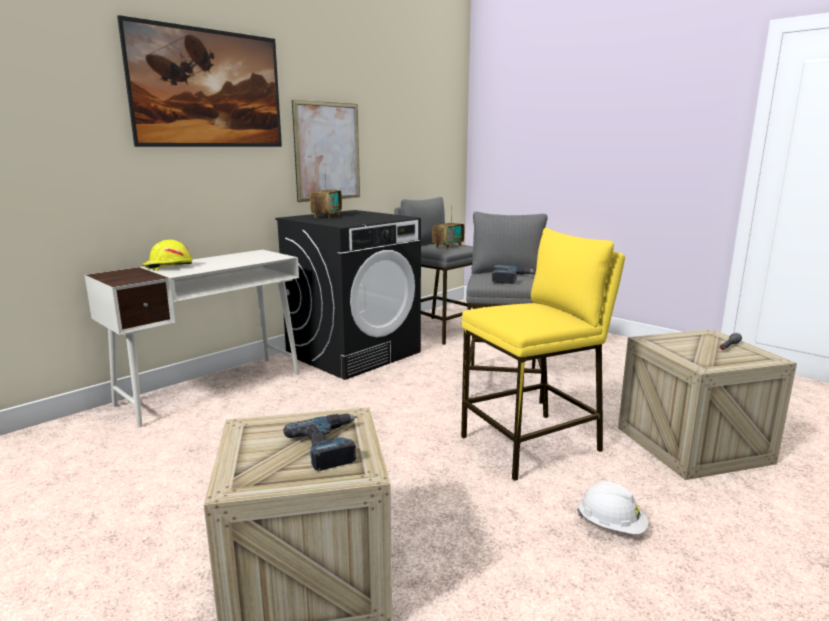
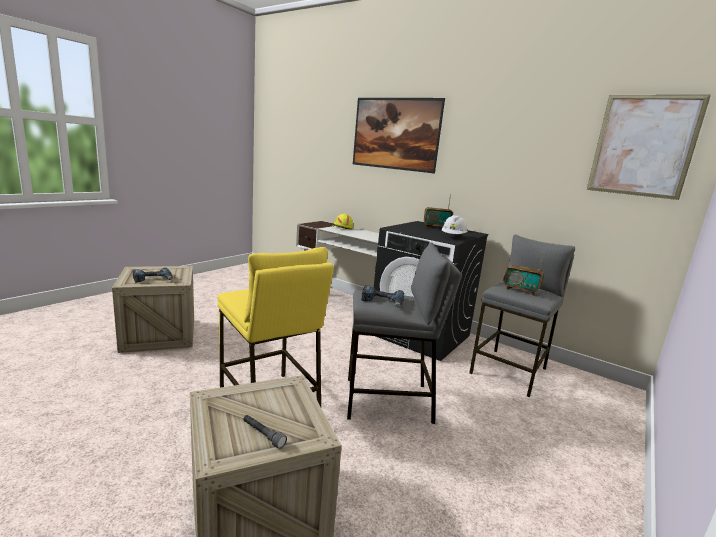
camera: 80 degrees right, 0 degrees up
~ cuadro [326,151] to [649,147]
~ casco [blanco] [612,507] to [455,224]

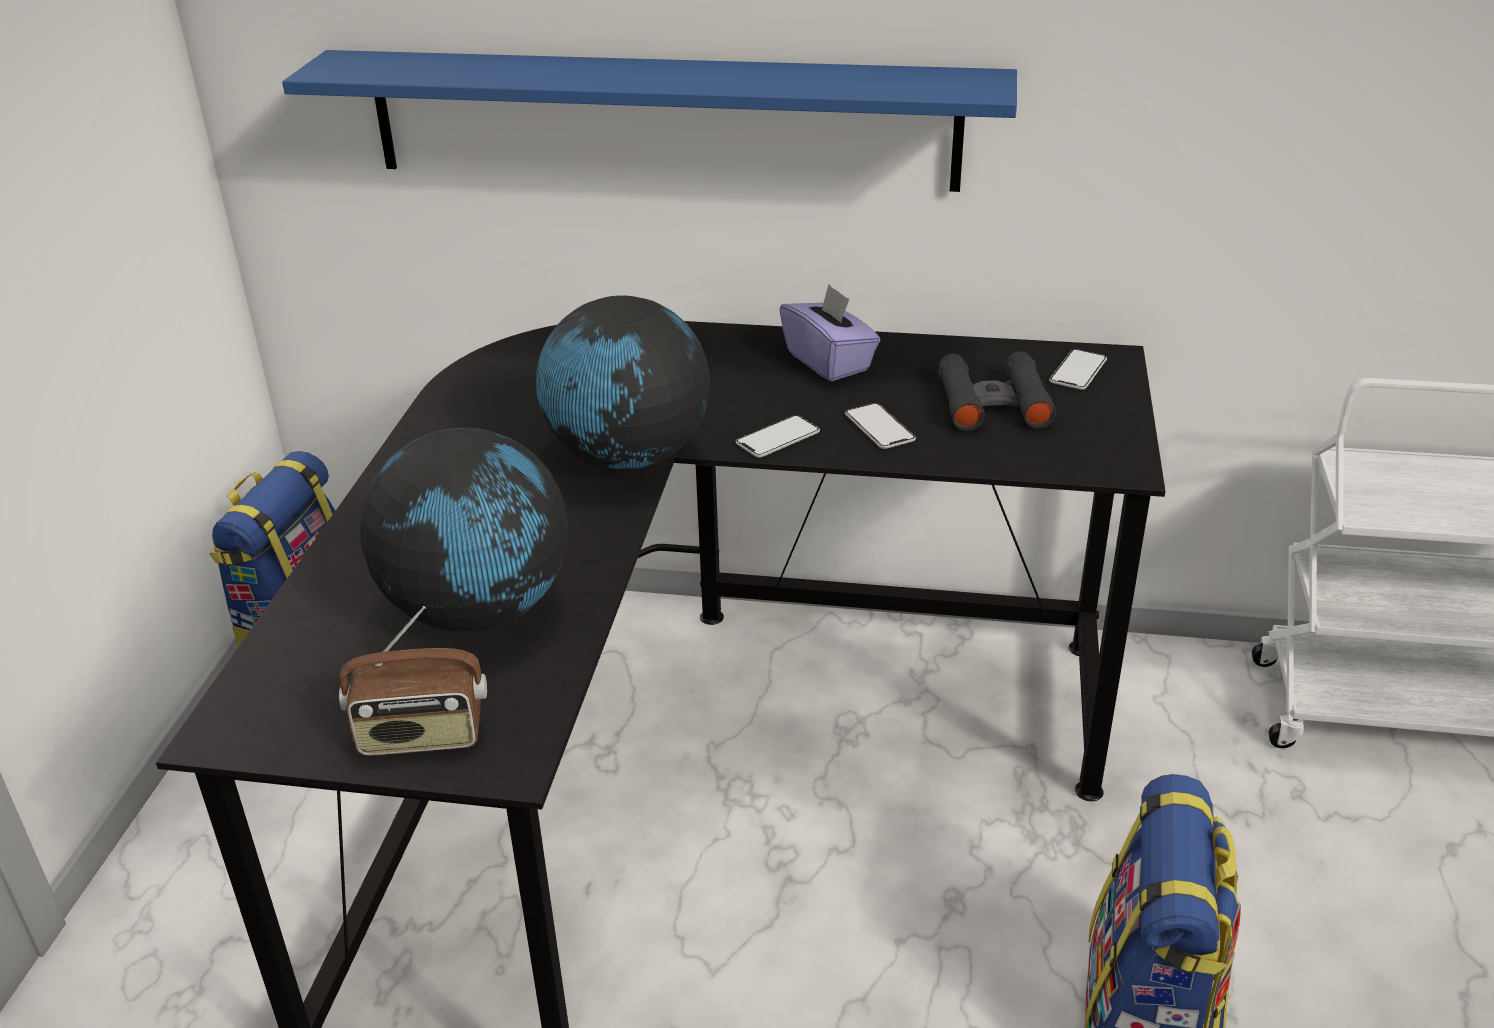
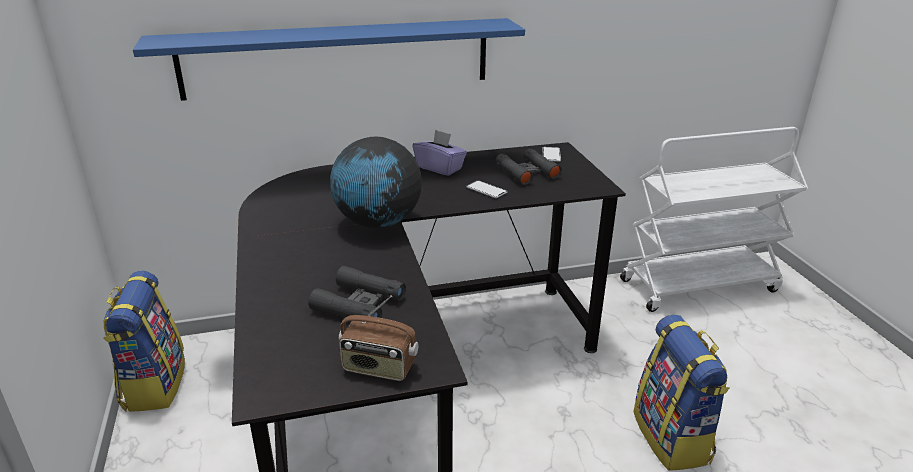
camera: 25 degrees left, 5 degrees down
- móvil [778,436]
~ globo terráqueo [464,529] to prismáticos [negro] [357,292]
~ radio [413,681] = [378,338] 45 degrees clockwise

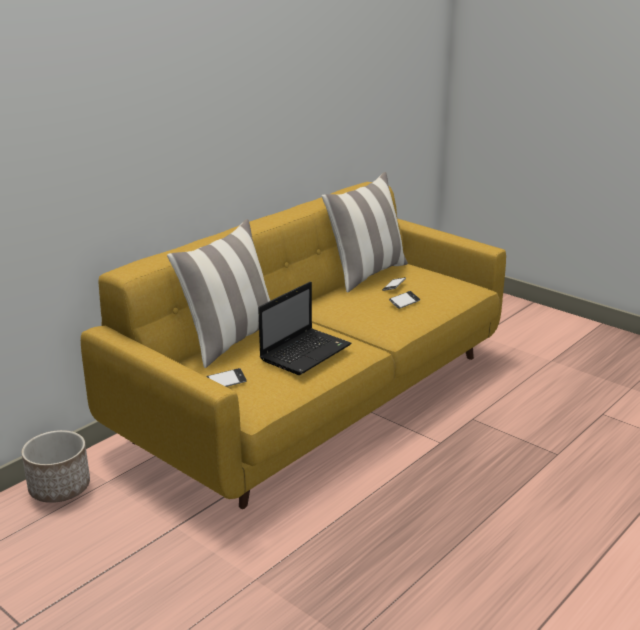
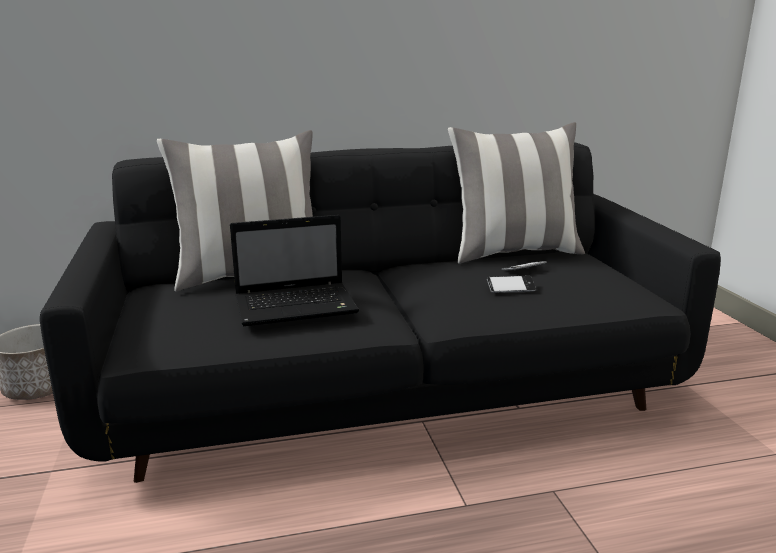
camera: 35 degrees right, 5 degrees down
~ sofá [amarillo] [293,345] to sofá [negro] [380,312]
- móvil [227,377]

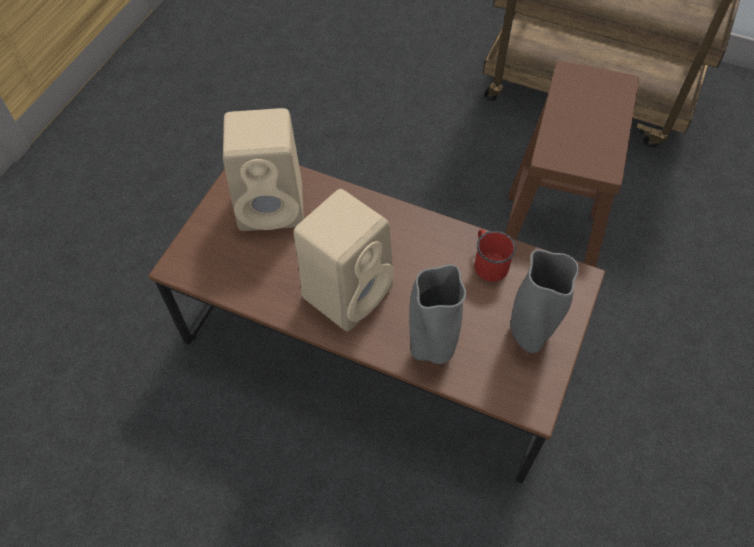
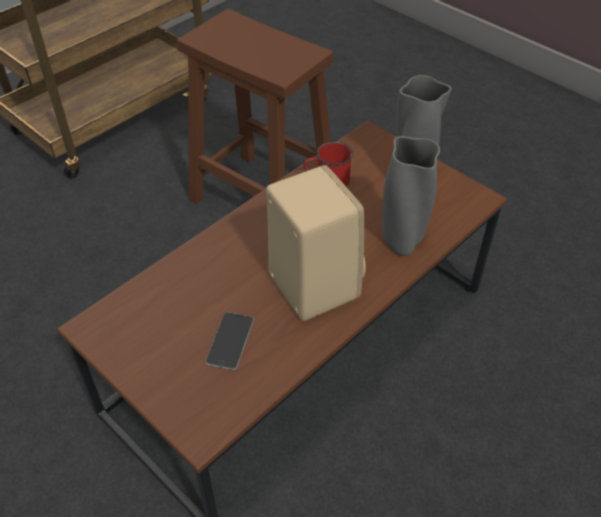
camera: 70 degrees left, 10 degrees down
- altavoz [beis] [263,169]
+ móvil [230,341]

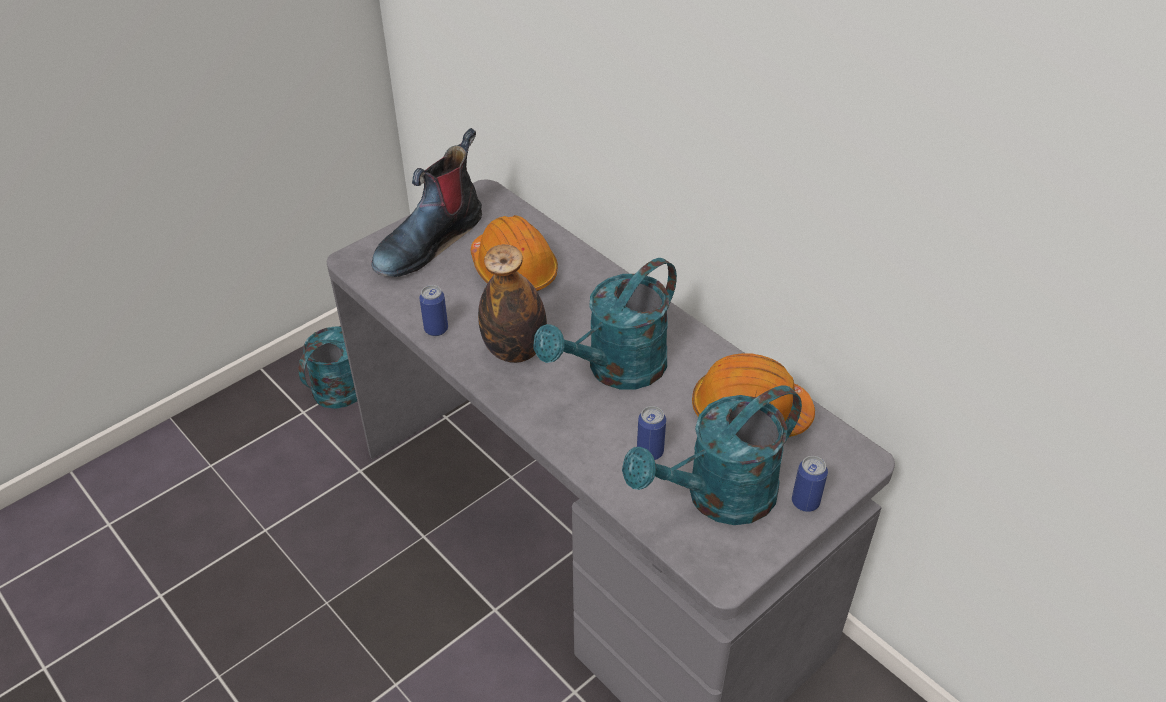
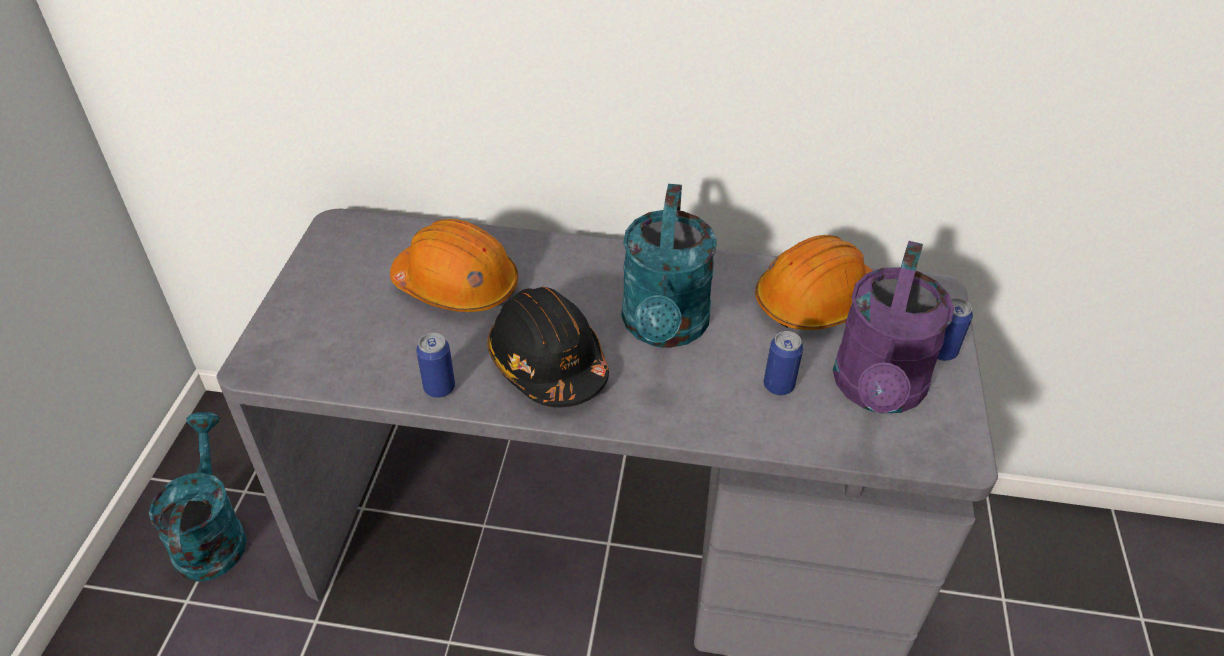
camera: 40 degrees left, 0 degrees up
- bota [426,202]
~ botella [512,303] to casco [negro] [548,347]
~ regadera [turquesa] [712,455] to regadera [morado] [893,327]

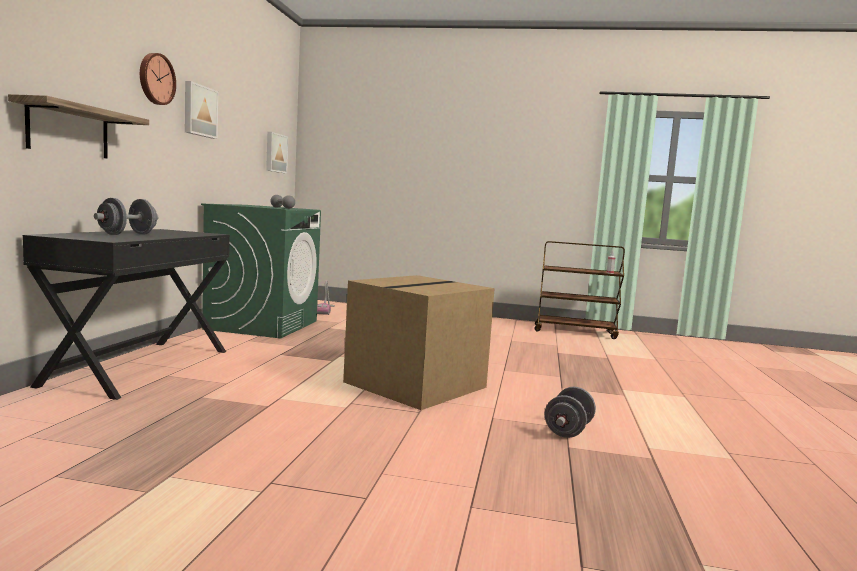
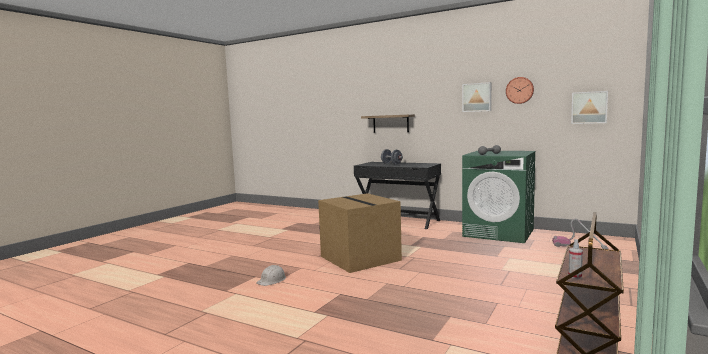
camera: 110 degrees right, 0 degrees up
~ reloj de pared [158,79] to [520,90]
~ mancuerna [gris] [570,412] to casco [blanco] [271,275]

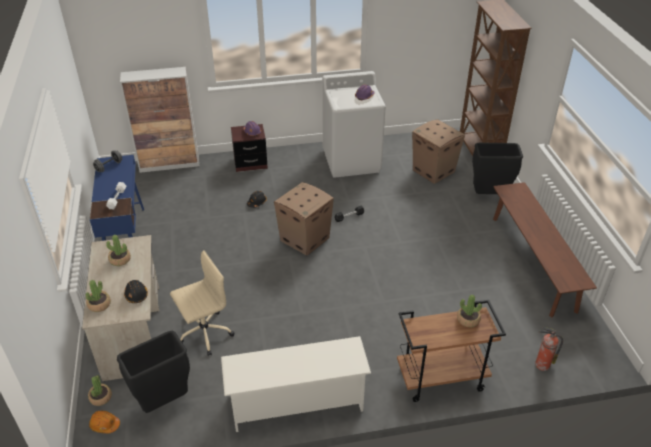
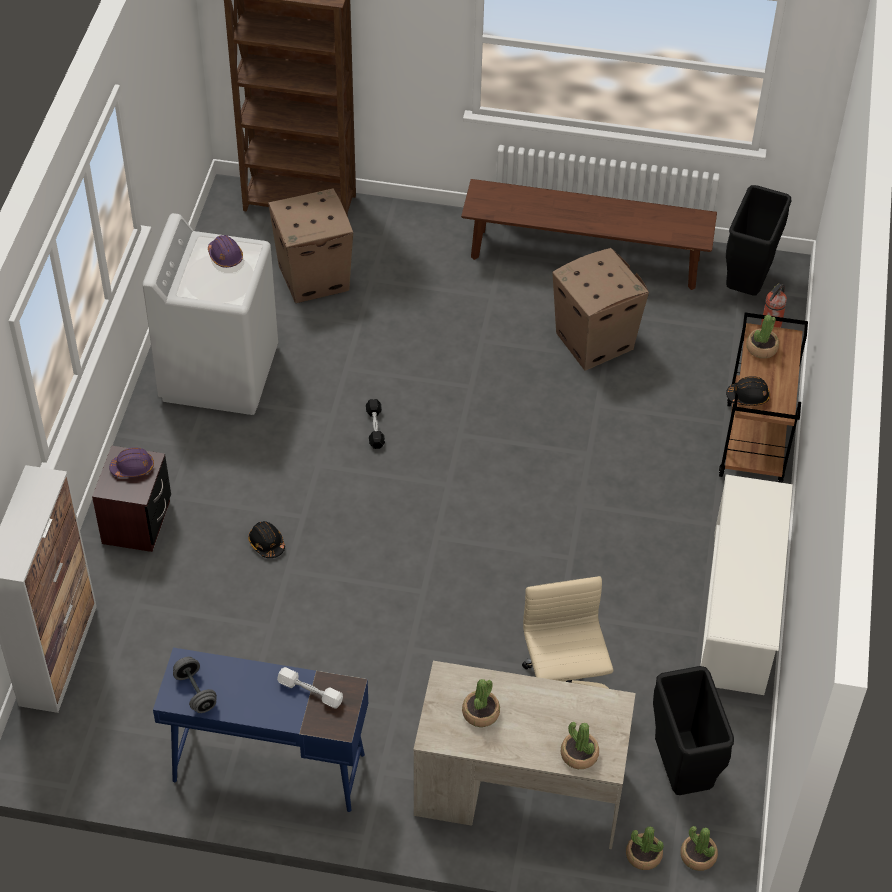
camera: 70 degrees left, 10 degrees up
~ papelera [negro] [497,168] to [758,240]
~ caja de cartón [304,219] to [600,309]
~ casco [negro] [136,291] to [748,391]
~ casco [naranja] [104,422] to planta en maceta [699,848]

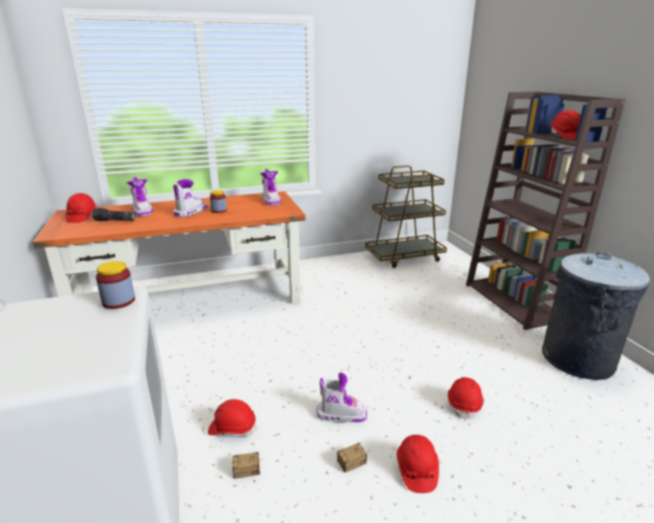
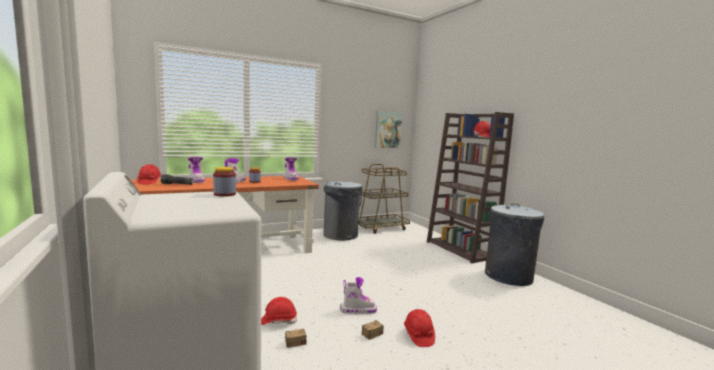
camera: 10 degrees left, 15 degrees down
- casco [rojo] [466,399]
+ cuadro [389,129]
+ papelera [gris] [343,211]

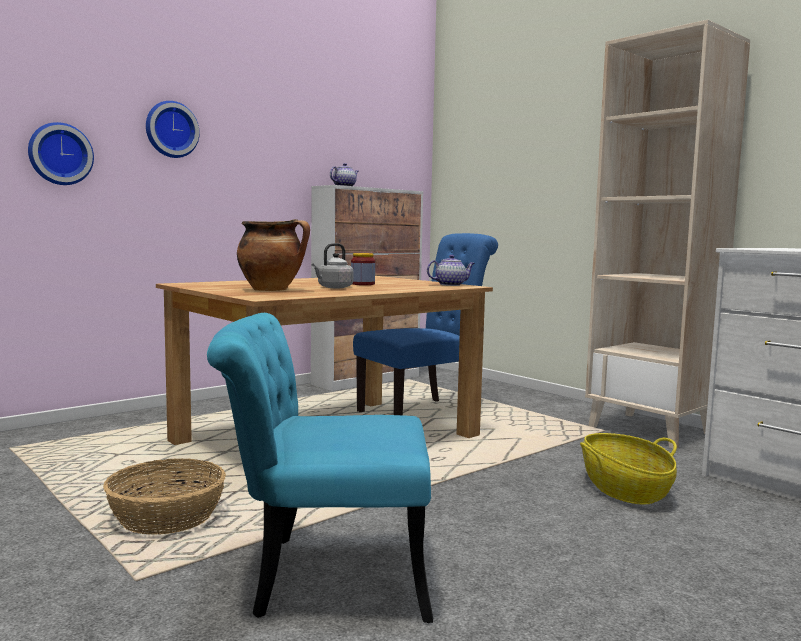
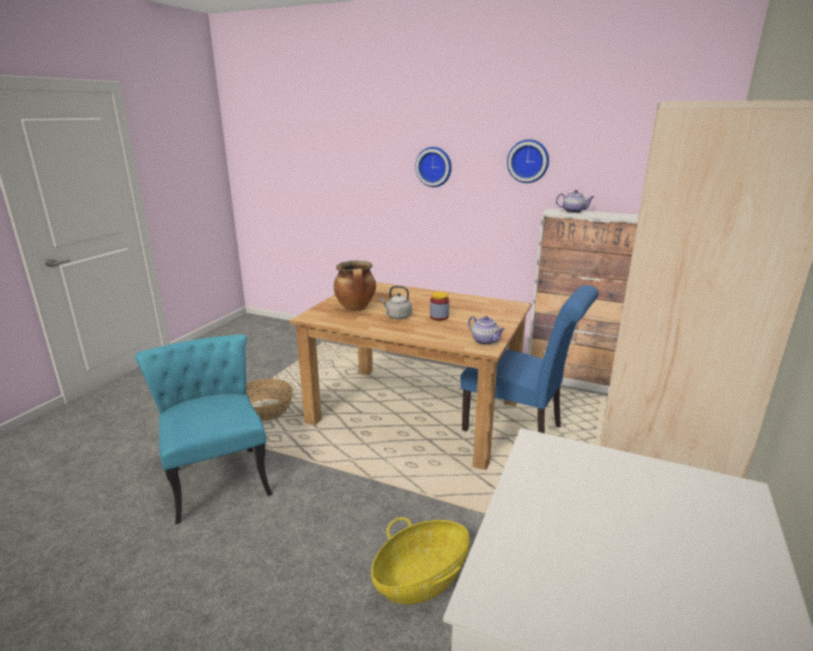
camera: 65 degrees right, 15 degrees up
~ reloj de pared [61,153] to [528,161]

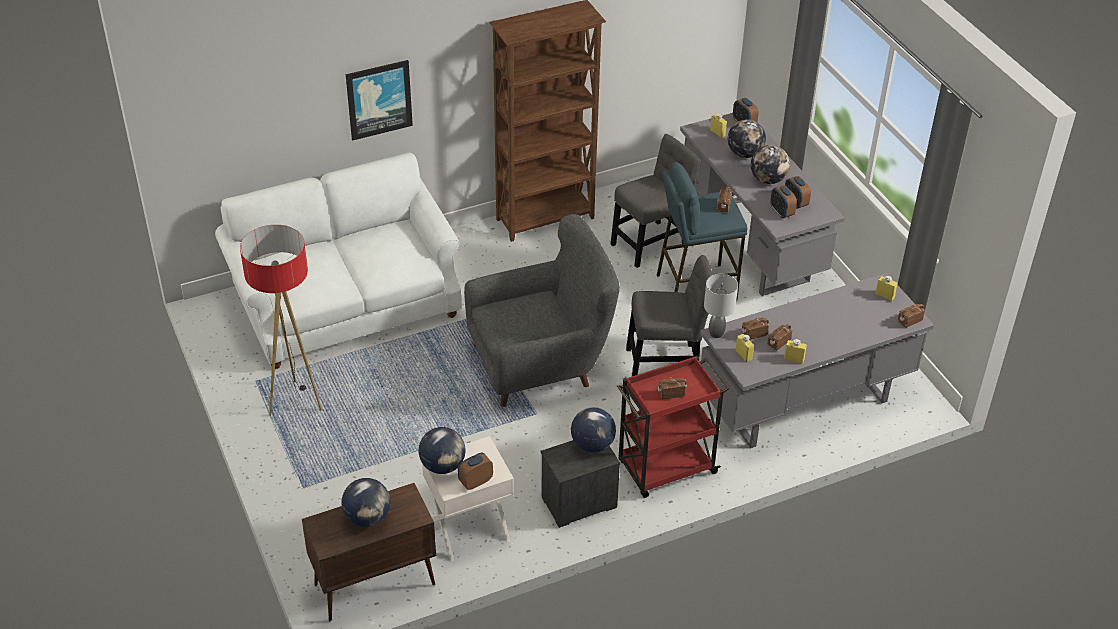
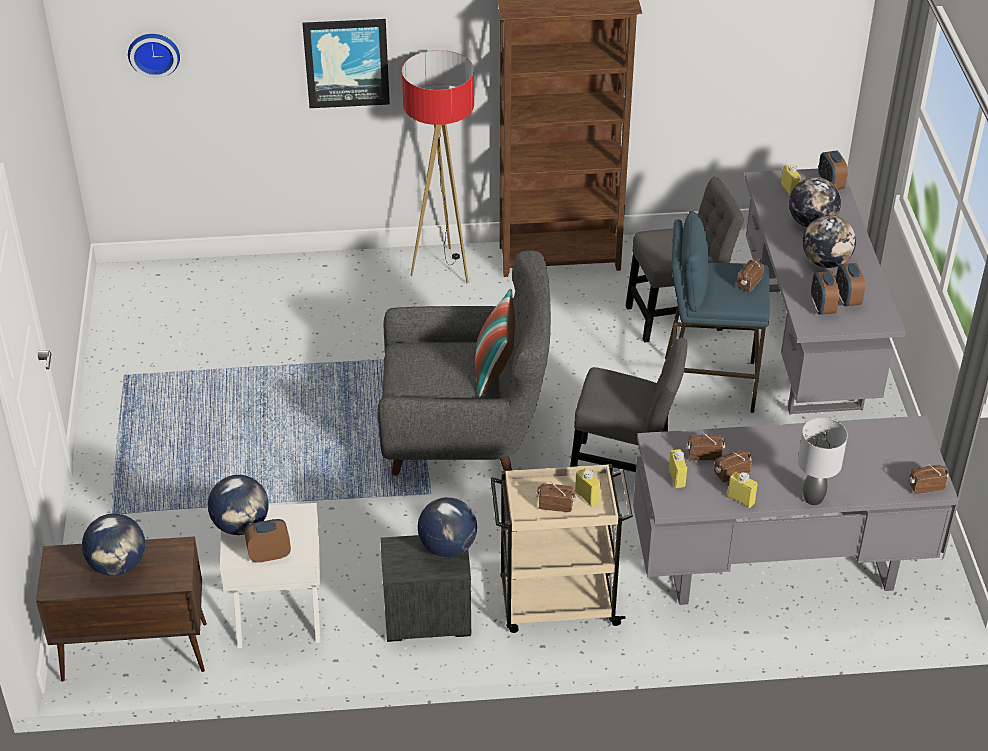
camera: 20 degrees right, 0 degrees up
- sofá [blanco] [338,261]
~ lámpara de pie [281,320] to [438,167]
~ lámpara de mesa [gris] [721,306] to [823,461]
~ botella [amarillo] [886,288] to [587,487]
~ carrito [rojo] [673,426] to carrito [beis] [562,548]
+ reloj de pared [154,56]
+ cojín [495,343]

